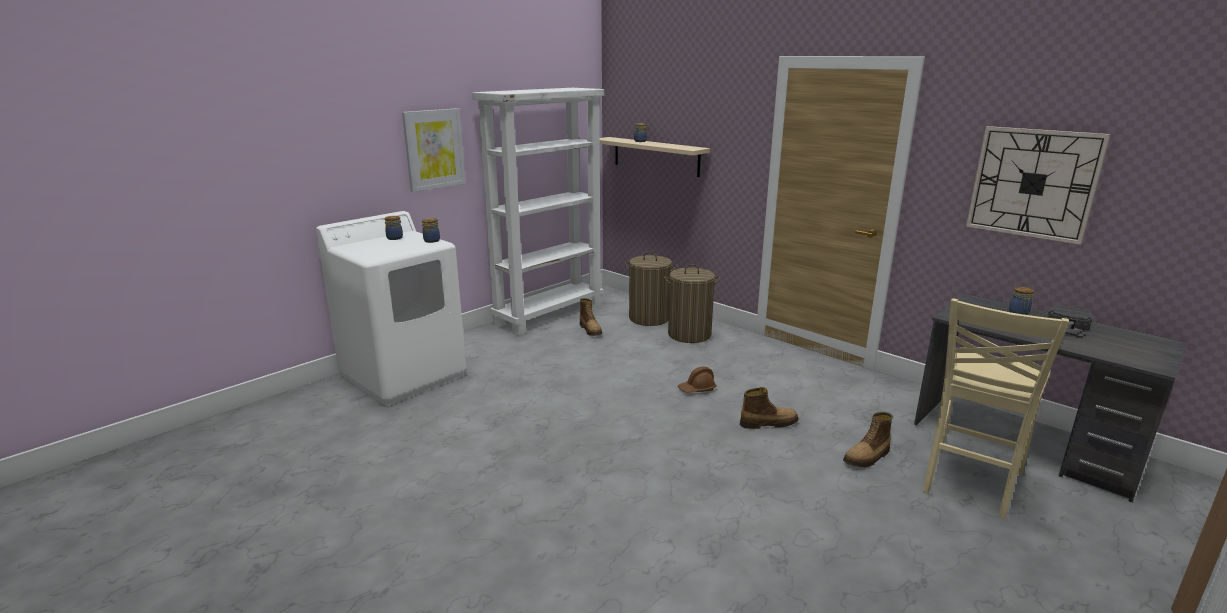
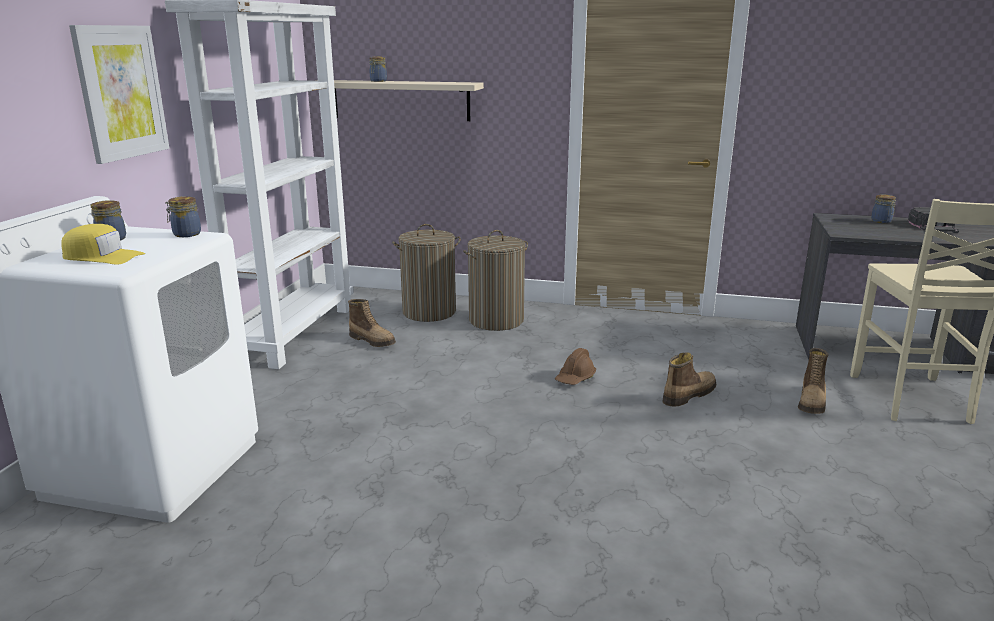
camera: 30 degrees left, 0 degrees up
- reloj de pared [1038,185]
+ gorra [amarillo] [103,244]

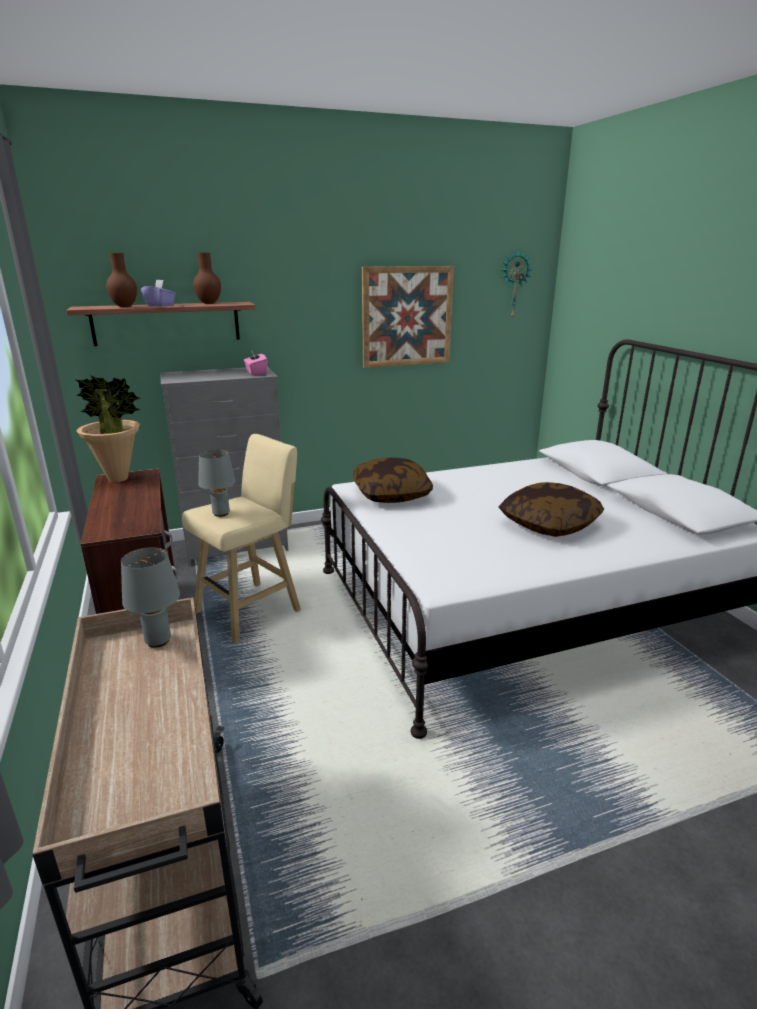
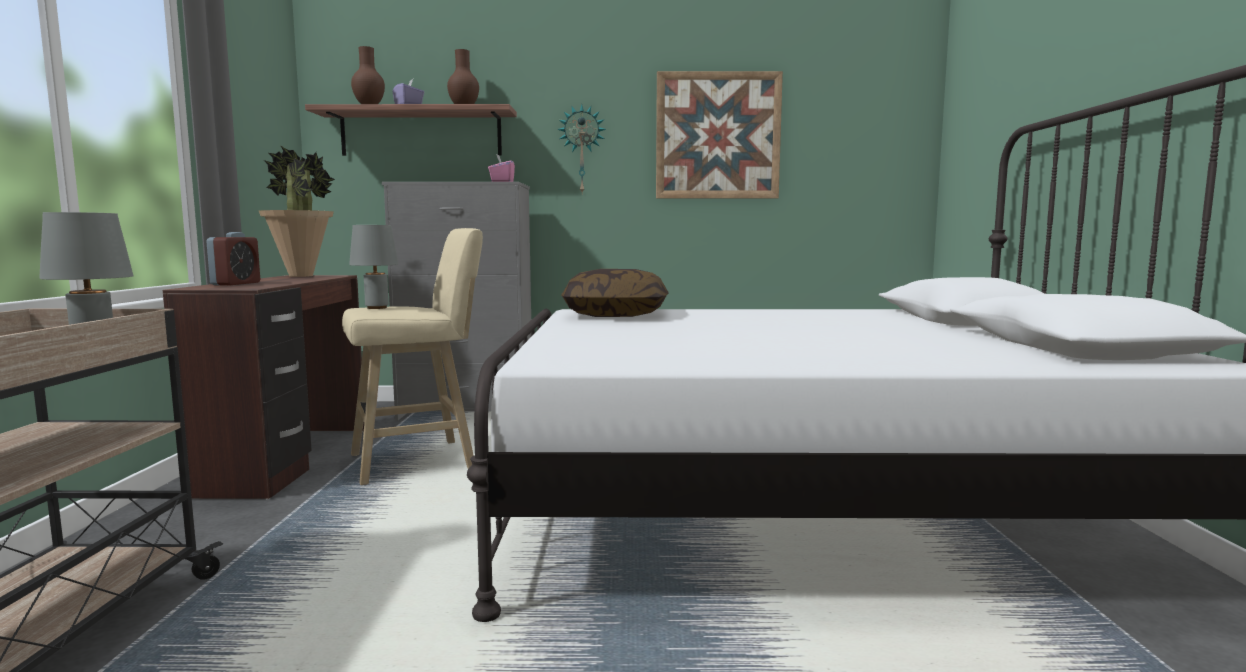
camera: 20 degrees right, 15 degrees down
~ reloj de pared [517,284] to [581,149]
- cojín [551,509]
+ despertador [233,258]

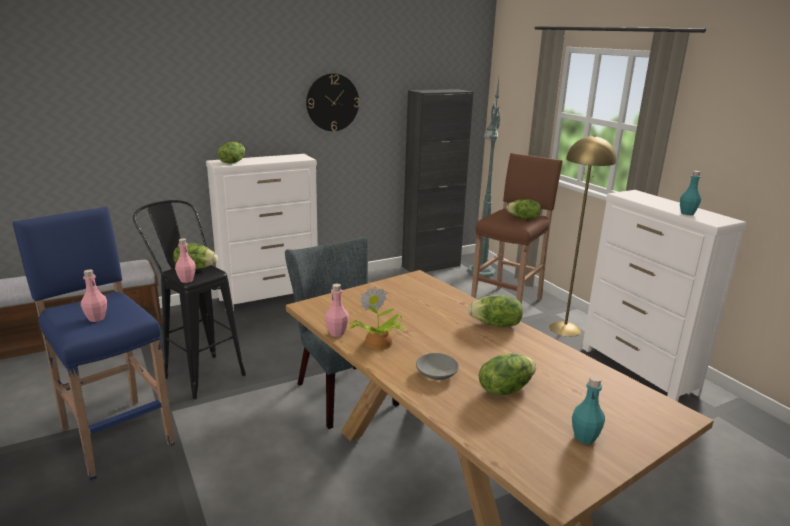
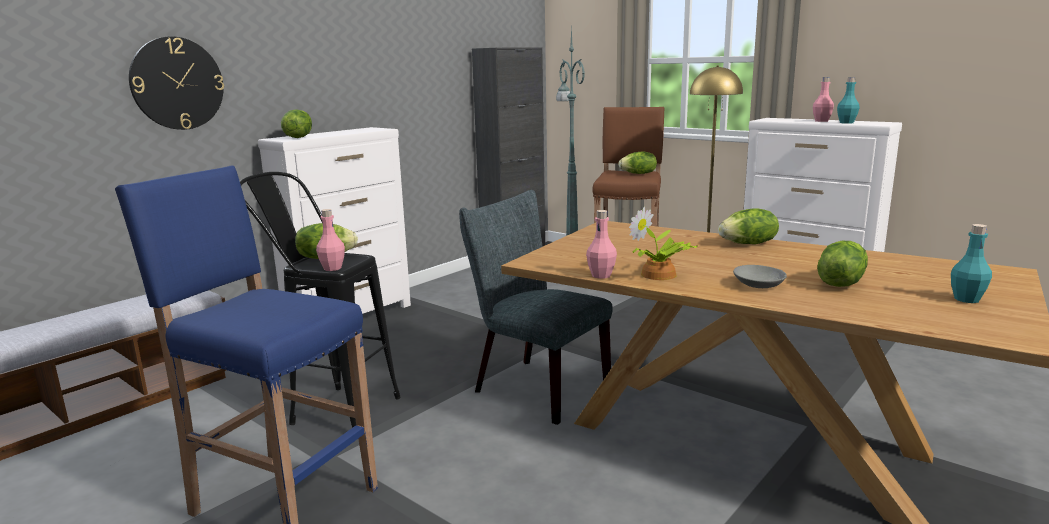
camera: 20 degrees left, 5 degrees down
~ reloj de pared [332,102] to [176,83]
~ botella [rosa] [94,295] to [823,99]

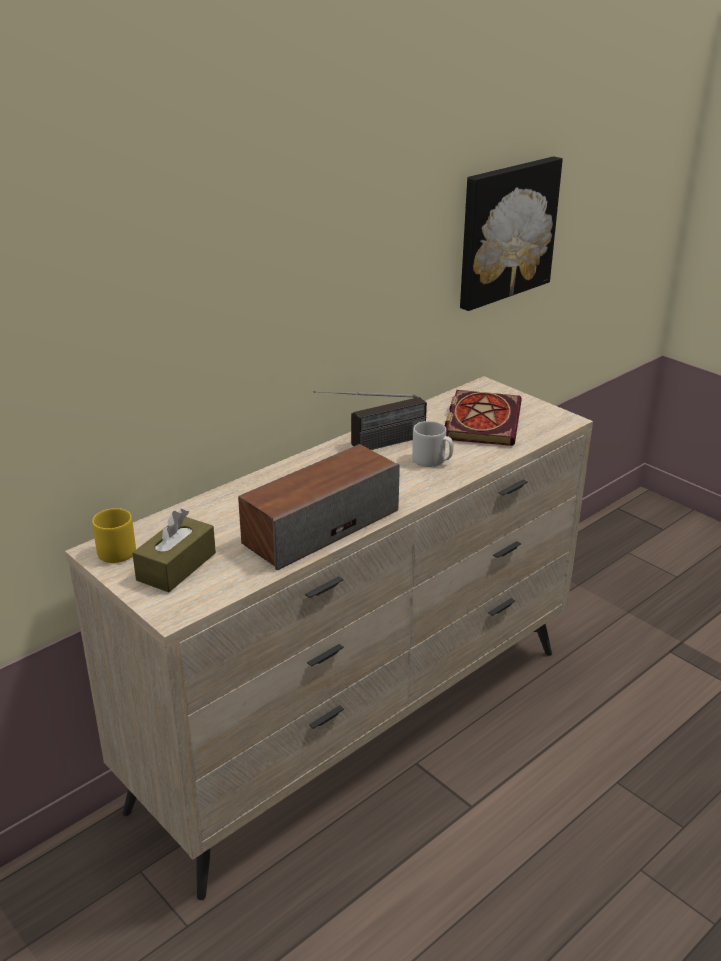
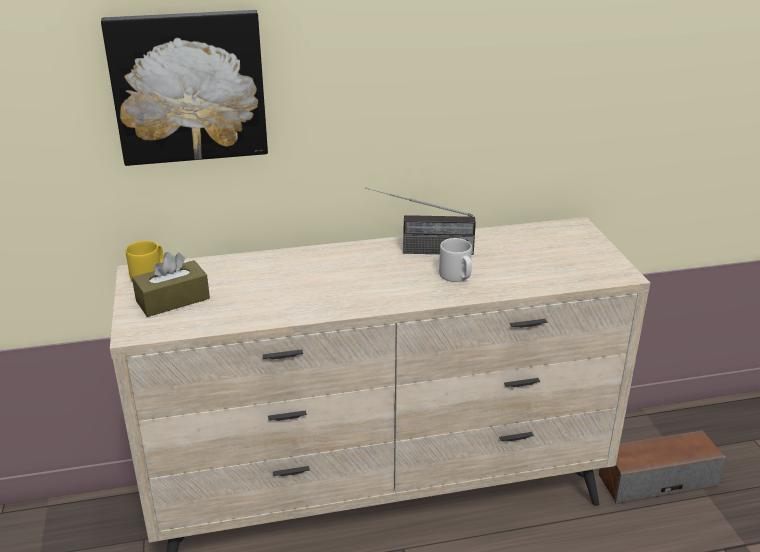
camera: 30 degrees right, 0 degrees up
~ cuadro [511,233] to [184,88]
- libro [483,418]
~ altavoz [319,507] to [662,467]

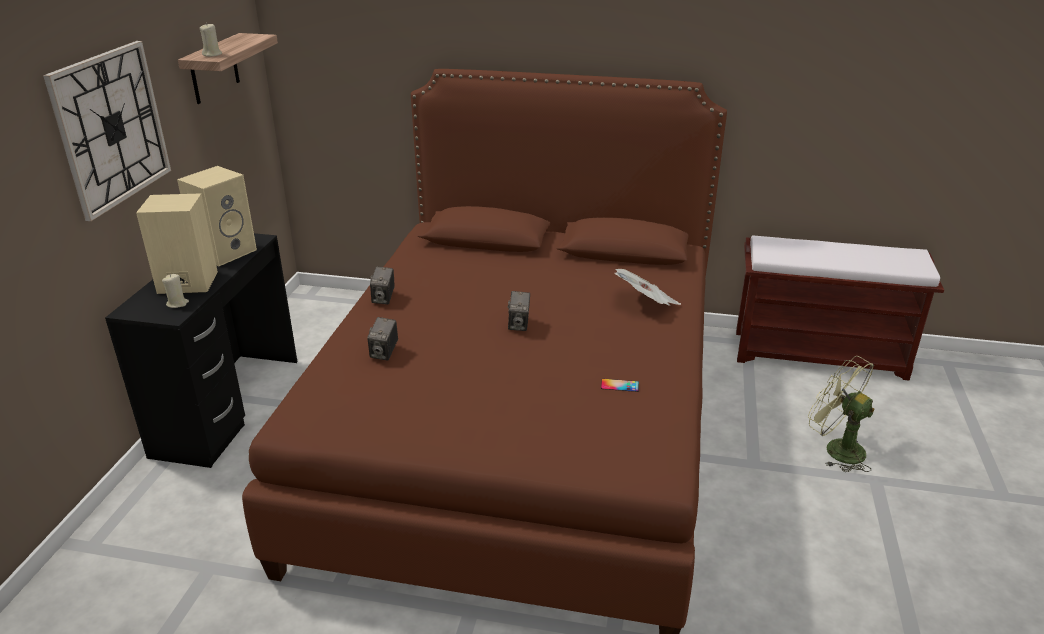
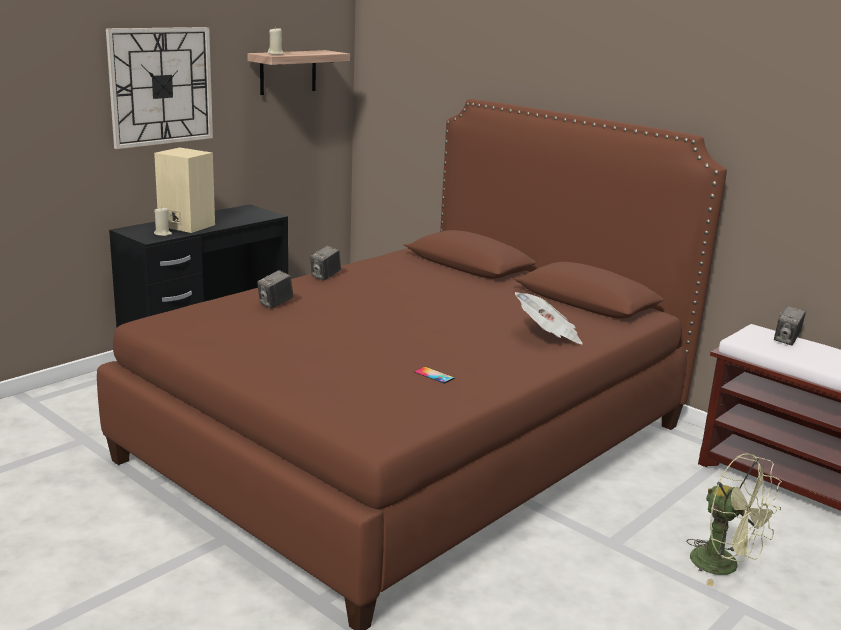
camera: 30 degrees right, 10 degrees down
- altavoz [beis] [217,216]
~ cámara [519,311] to [790,325]
~ ventilador [verde] [841,414] = [734,519] 150 degrees clockwise

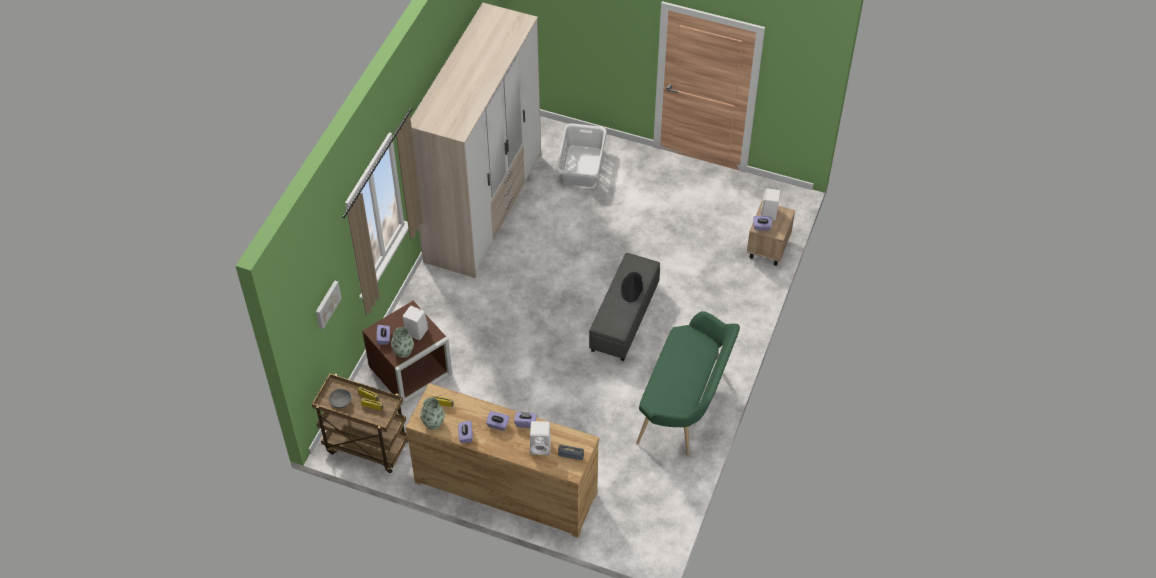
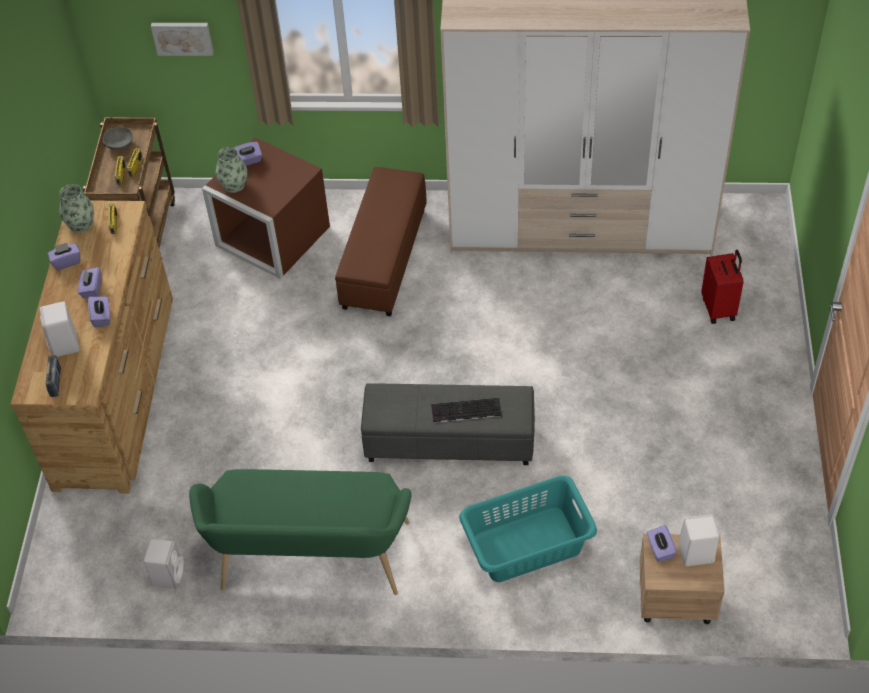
camera: 75 degrees right, 0 degrees up
~ cesto de la ropa [blanco] [581,155] to maleta [rojo] [722,287]
~ sombrero [negro] [632,287] to teclado [466,410]
~ altavoz [blanco] [415,323] to [164,564]
+ puf [marrón] [381,241]
+ cesto de la ropa [turquesa] [528,529]

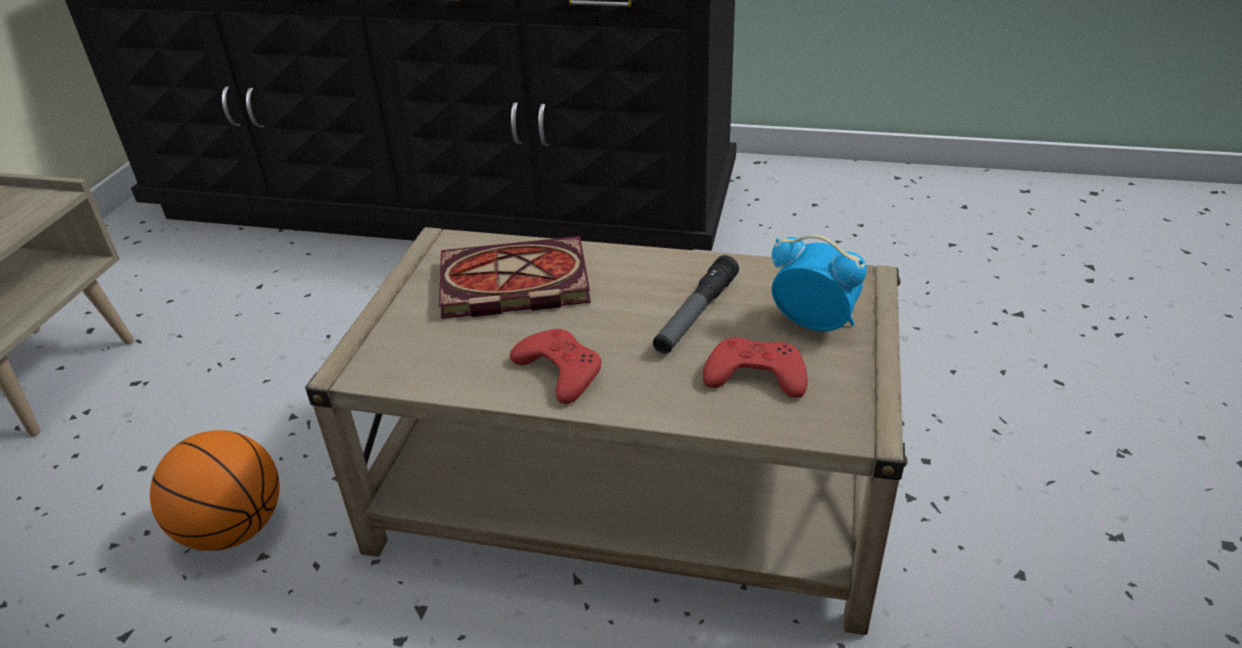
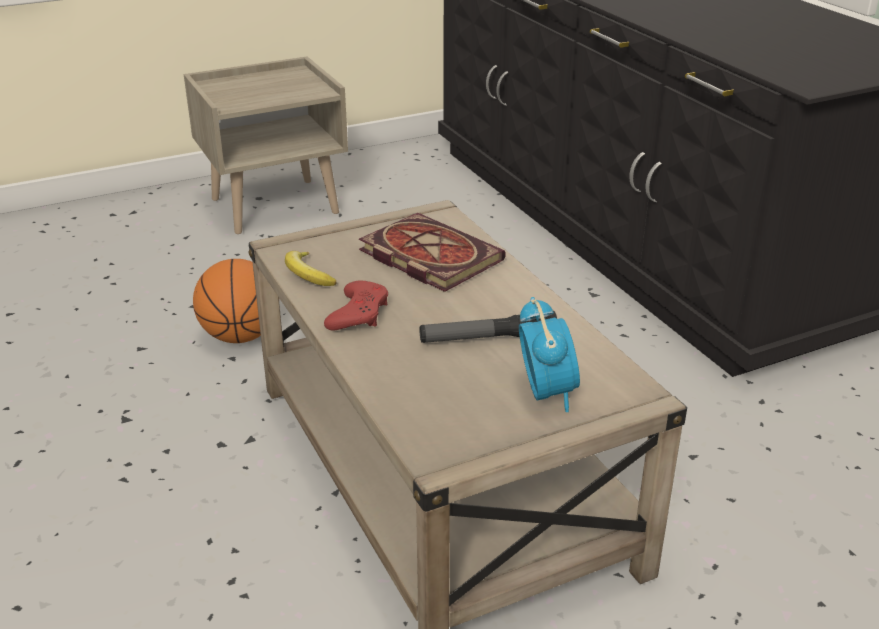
camera: 50 degrees right, 5 degrees down
- mando de consola [rojo] [755,367]
+ plátano [311,268]

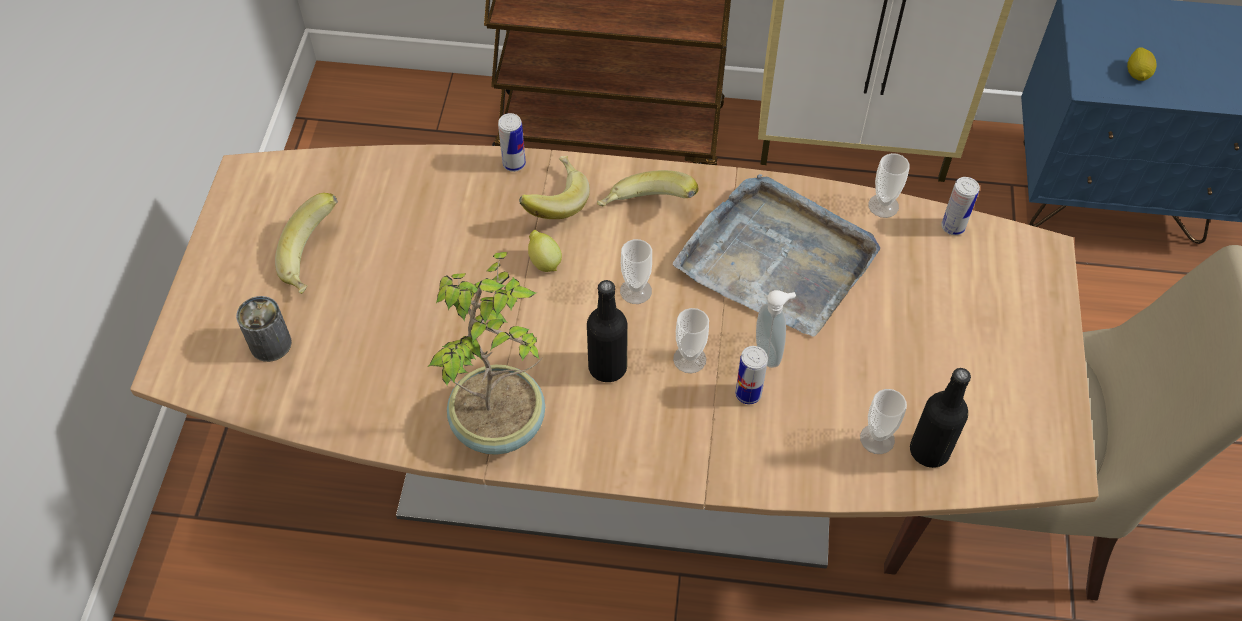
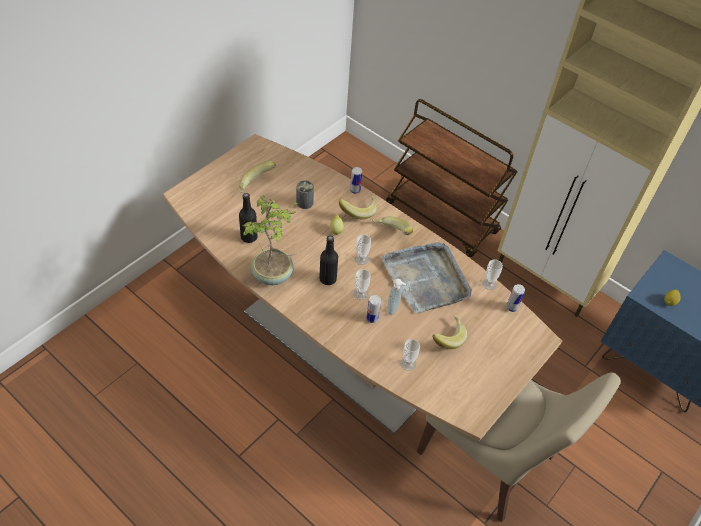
camera: 30 degrees right, 5 degrees down
~ lata [264,329] to [305,194]
~ botella [negro] [940,418] to [248,218]
+ plátano [449,332]

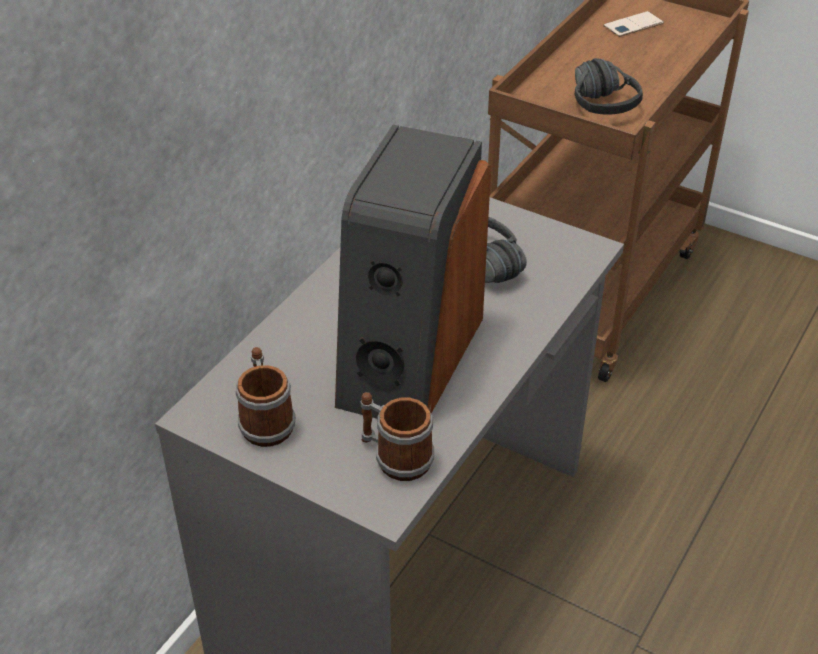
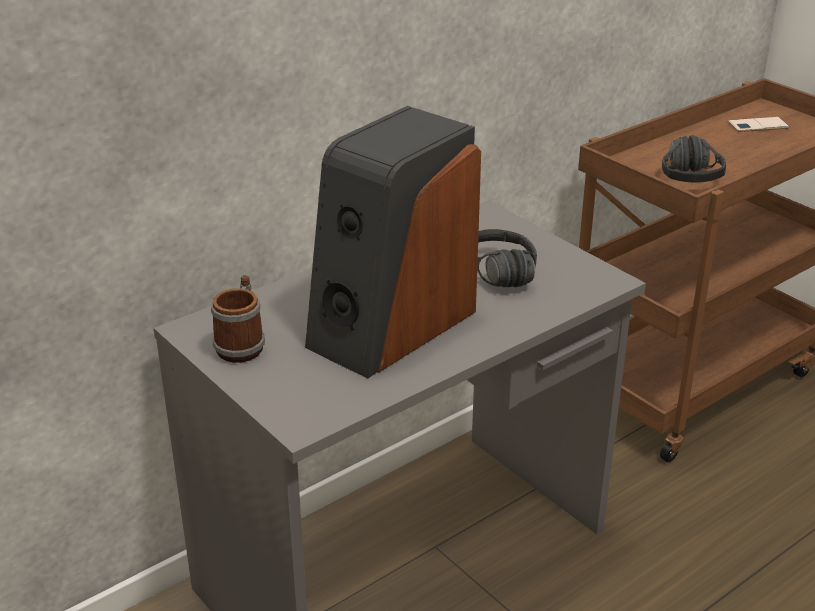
camera: 20 degrees right, 10 degrees down
- taza grande [397,436]

